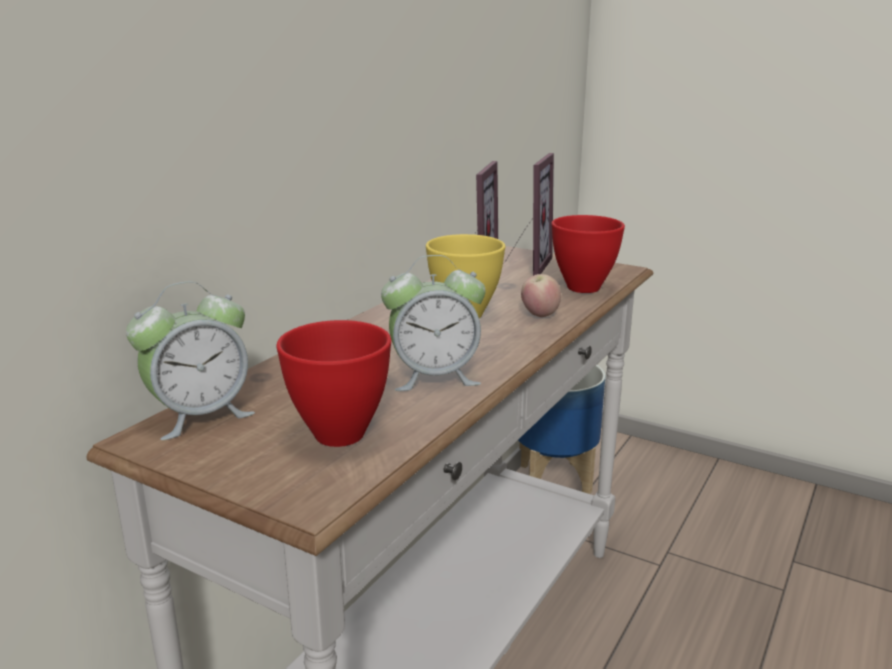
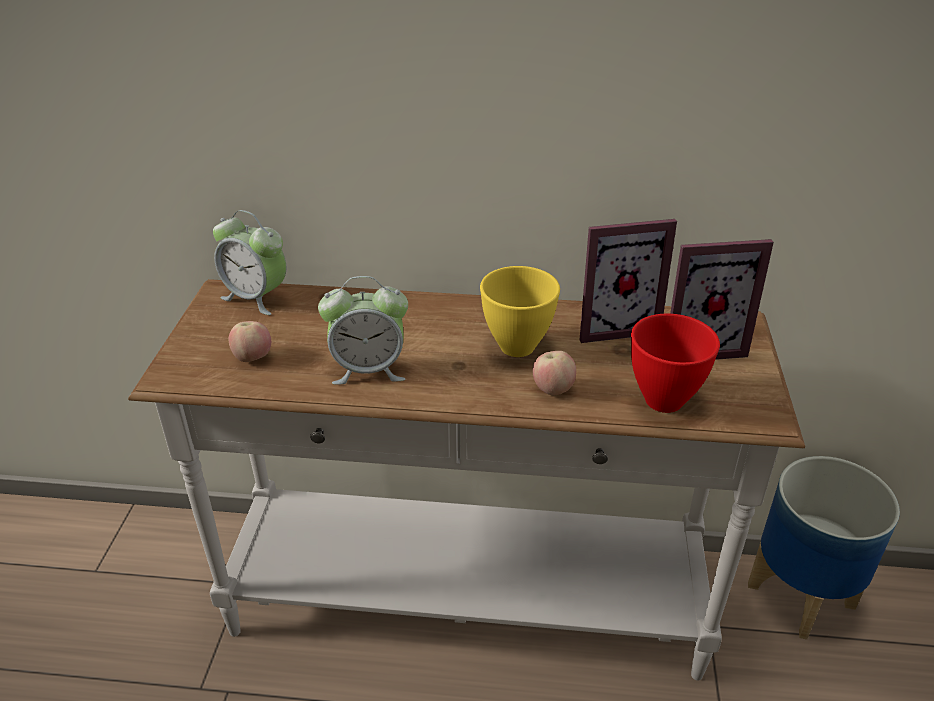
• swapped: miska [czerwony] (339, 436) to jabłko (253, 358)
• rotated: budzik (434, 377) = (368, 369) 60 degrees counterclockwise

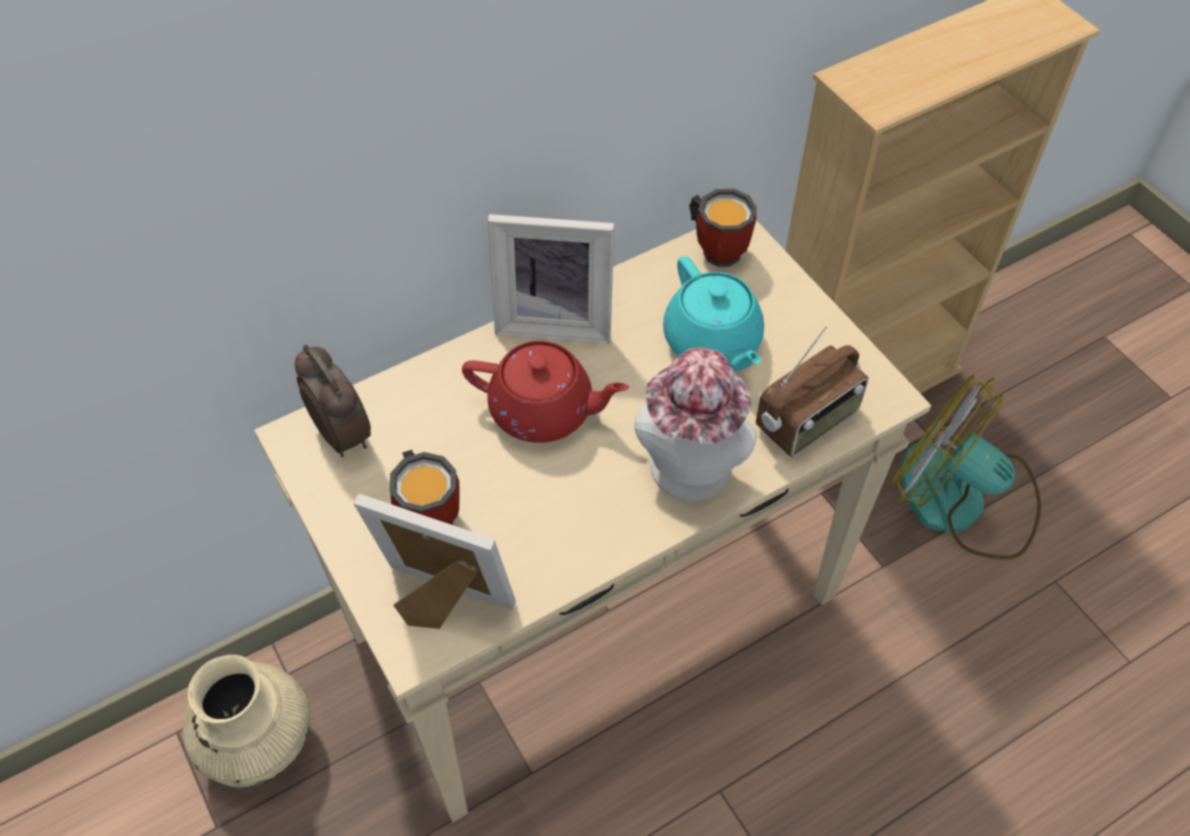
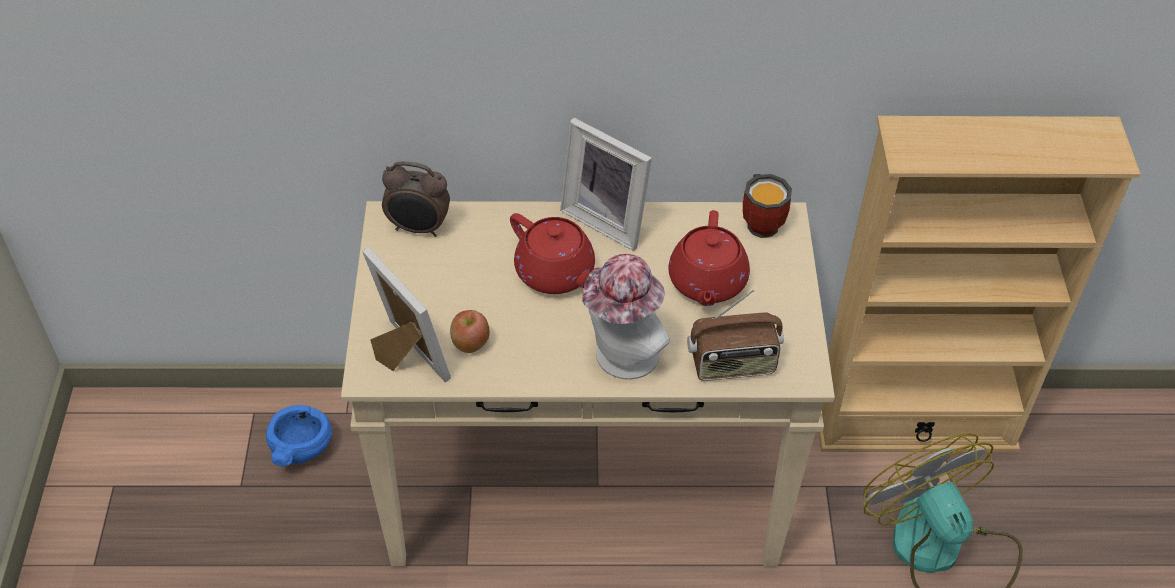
• swapped: wazon [beżowy] (259, 743) to miska [niebieski] (300, 447)
• rotated: budzik (344, 433) = (418, 228) 105 degrees clockwise
• gone: kubek (431, 510)
• repainted: imbryk [turkusowy] (713, 342) to imbryk [czerwony] (707, 283)
• new: jabłko (470, 344)

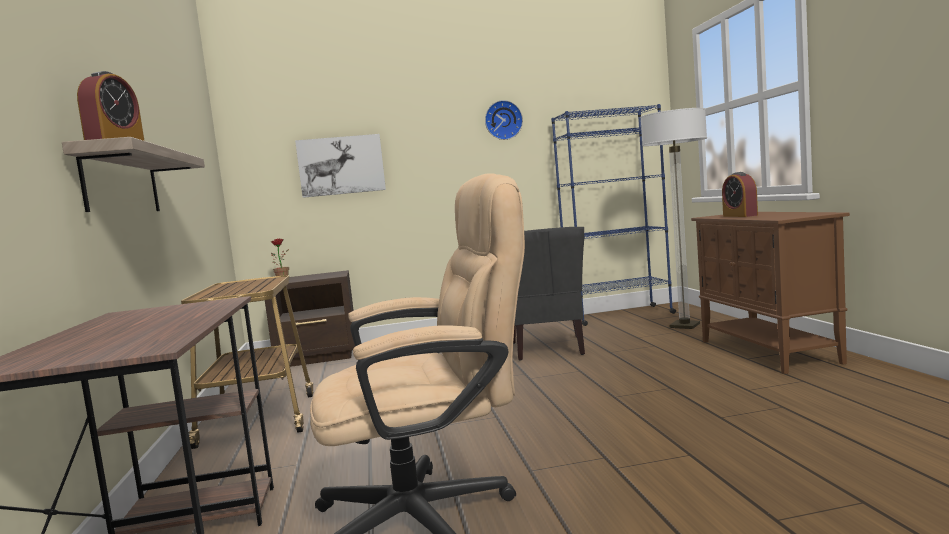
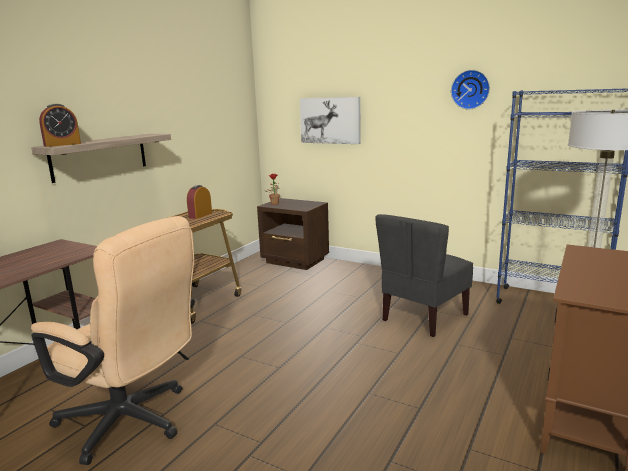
• shifted: budzik (740, 216) to (200, 215)

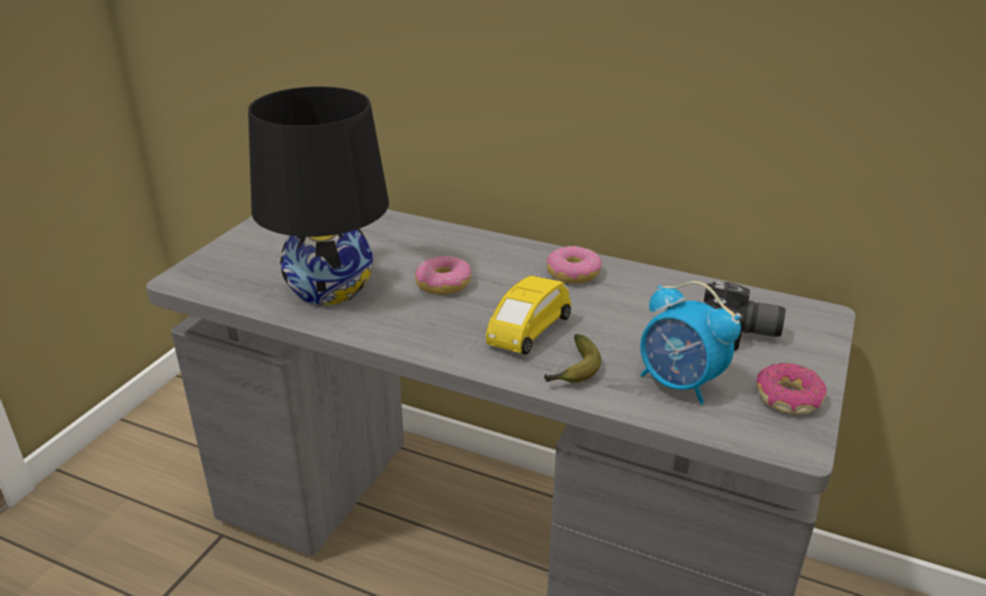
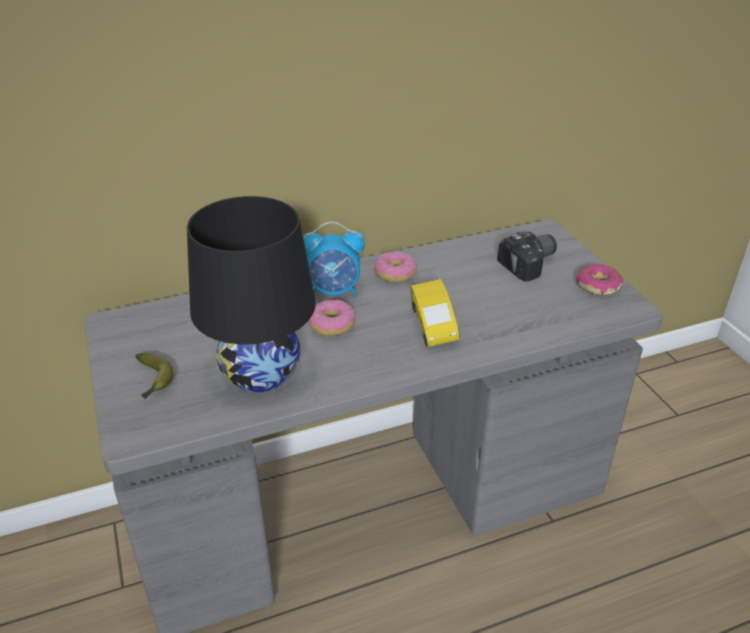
• shifted: banan (573, 370) to (153, 381)
• shifted: budzik (679, 384) to (334, 291)

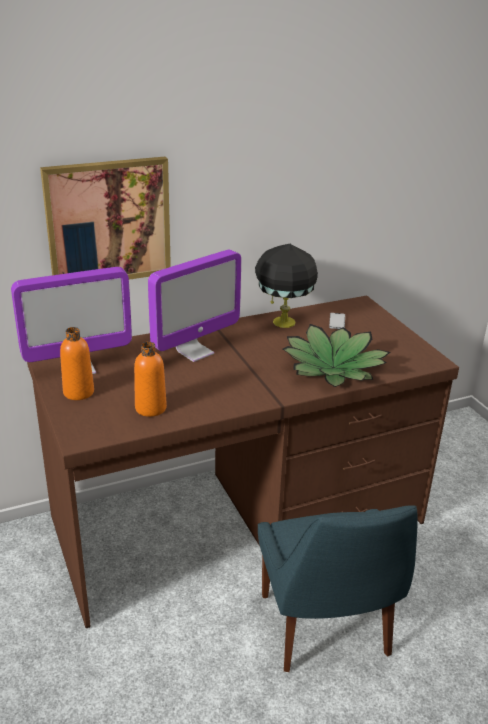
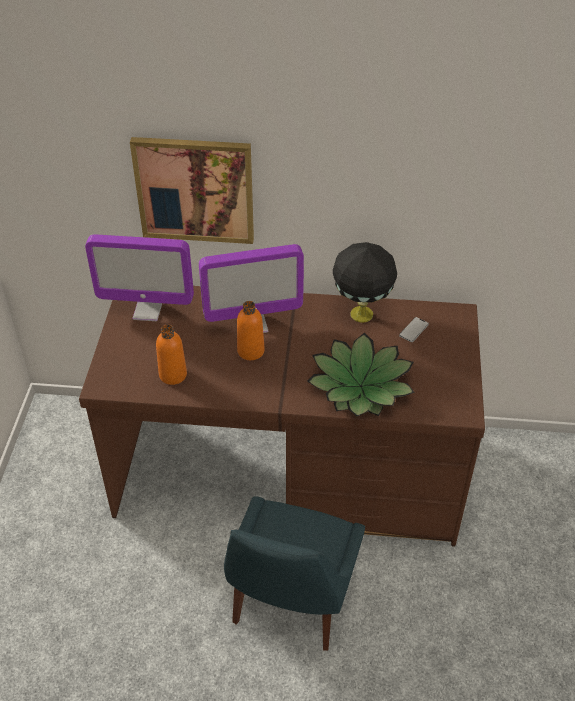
• shifted: butelka [pomarańczowy] (78, 392) to (250, 351)

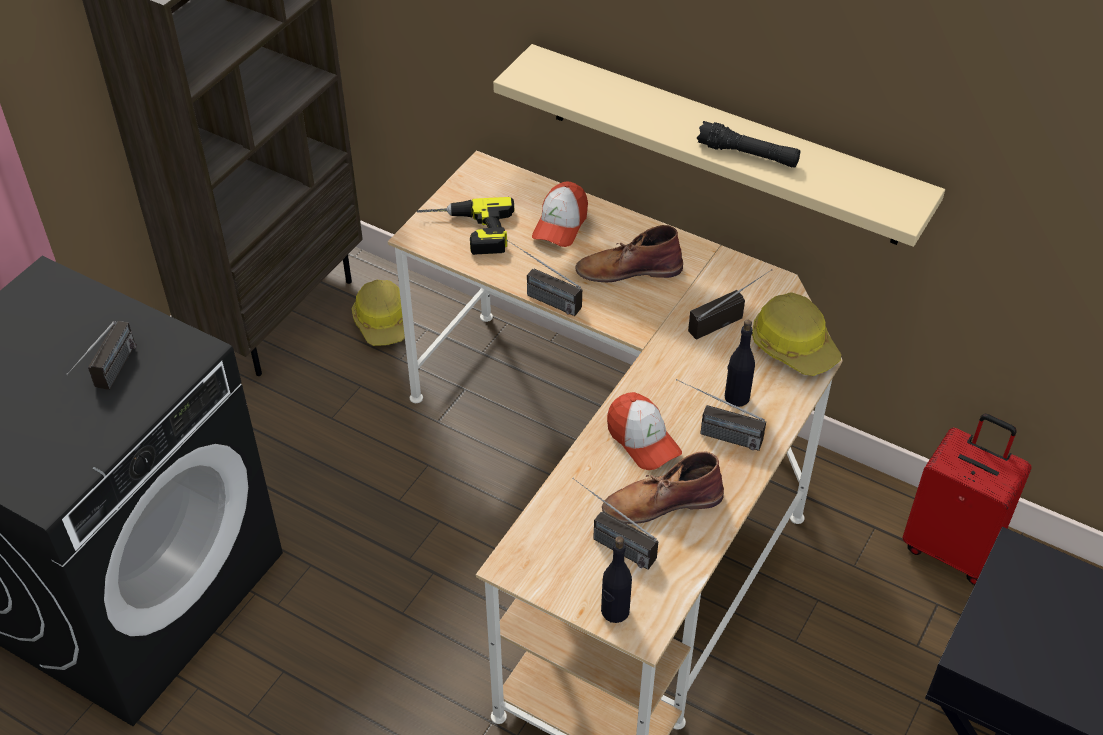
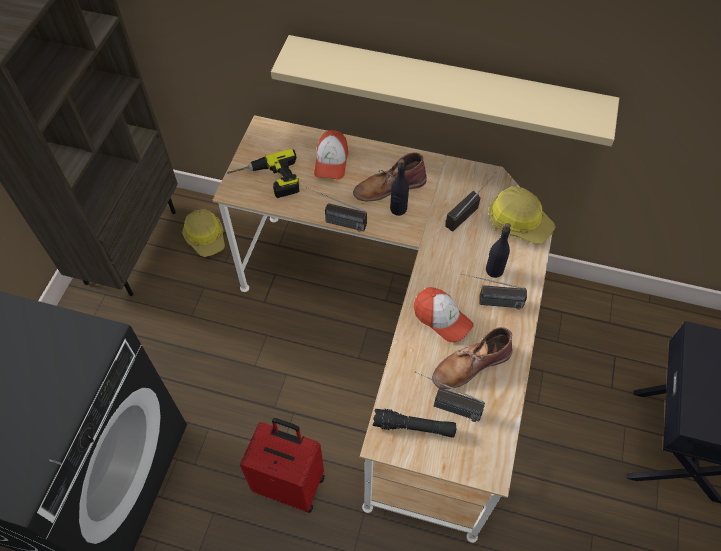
• gone: radio (110, 378)
• shifted: butelka [czarny] (614, 611) to (398, 209)
• shifted: latarka [czarny] (747, 154) to (414, 427)
• shifted: walizka [czerwony] (951, 548) to (291, 483)

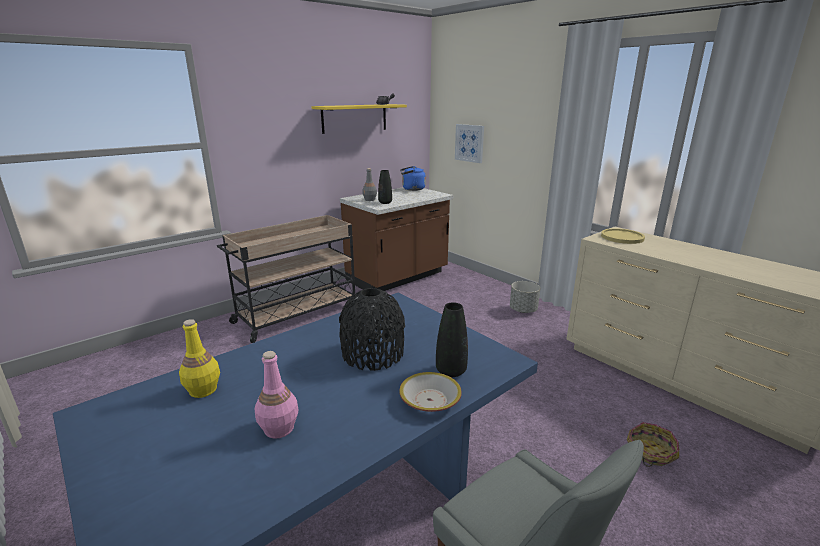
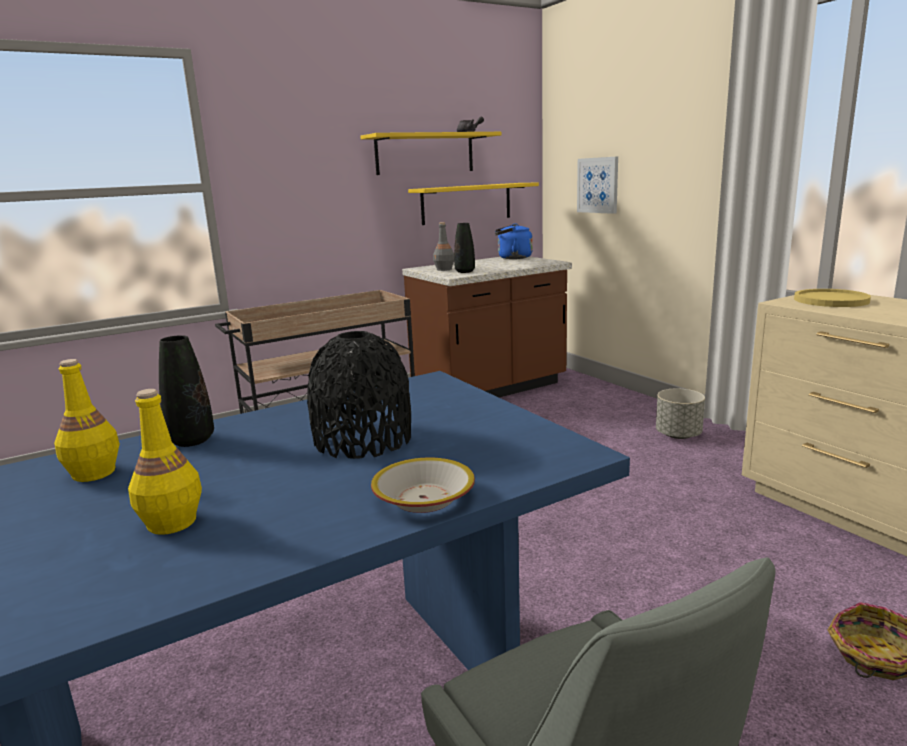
• repainted: butelka [różowy] (279, 429) to butelka [żółty] (171, 523)
• shifted: wazon [czarny] (451, 371) to (191, 440)
• new: półka [żółty] (466, 203)

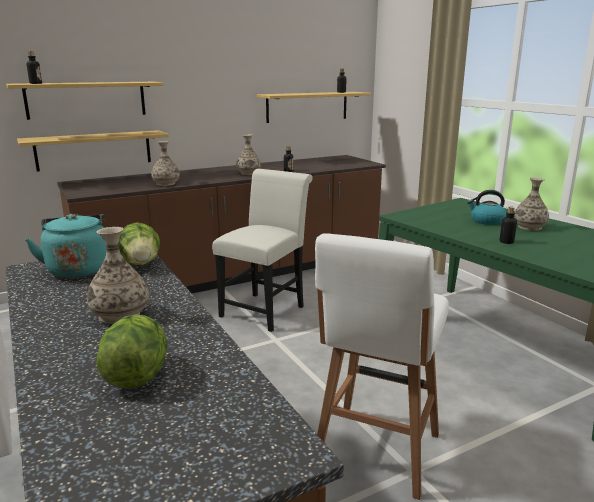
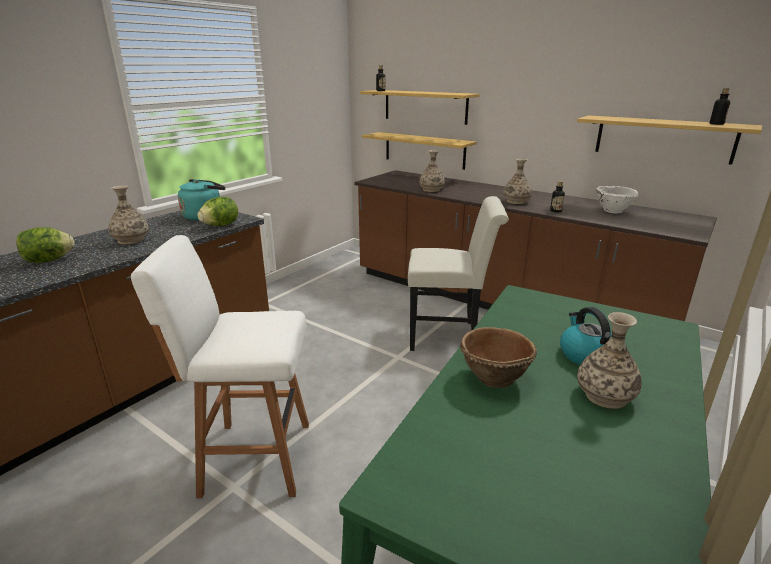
• swapped: butelka (506, 242) to miska [brązowy] (493, 377)
• new: miska [biały] (613, 210)

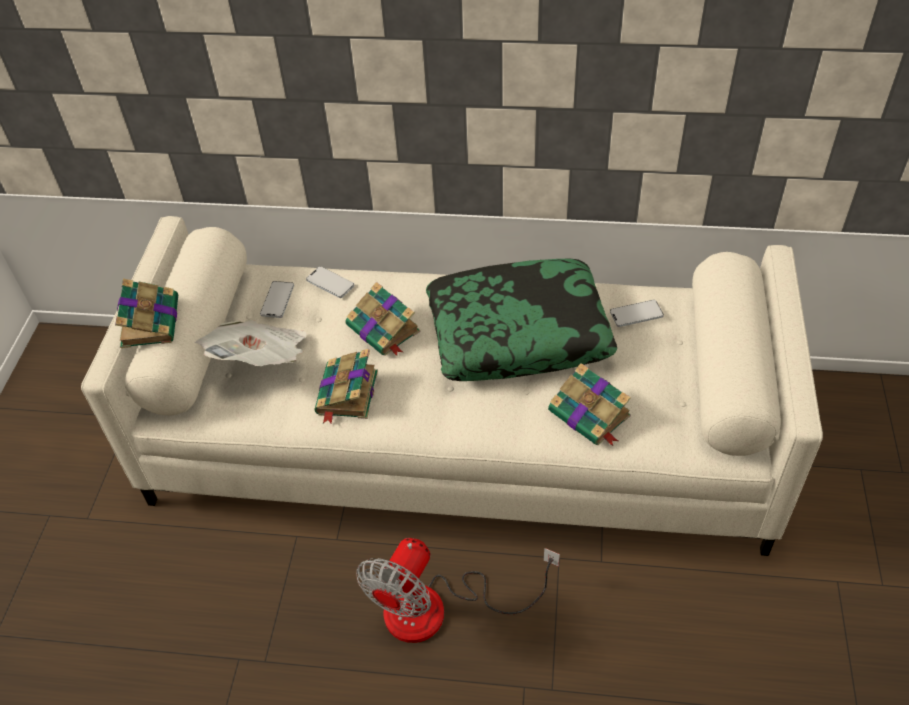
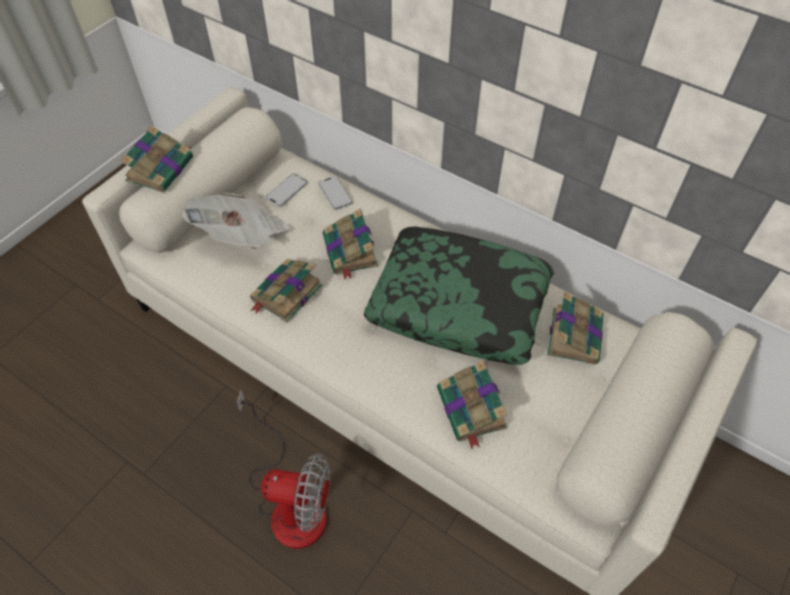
• rotated: wentylator (437, 609) = (290, 502) 135 degrees counterclockwise
• swapped: telefon (636, 314) to książka (574, 334)

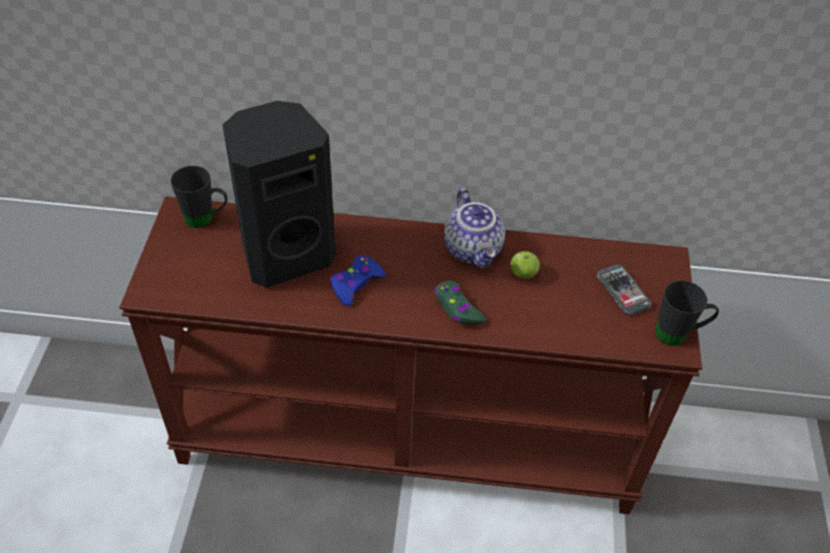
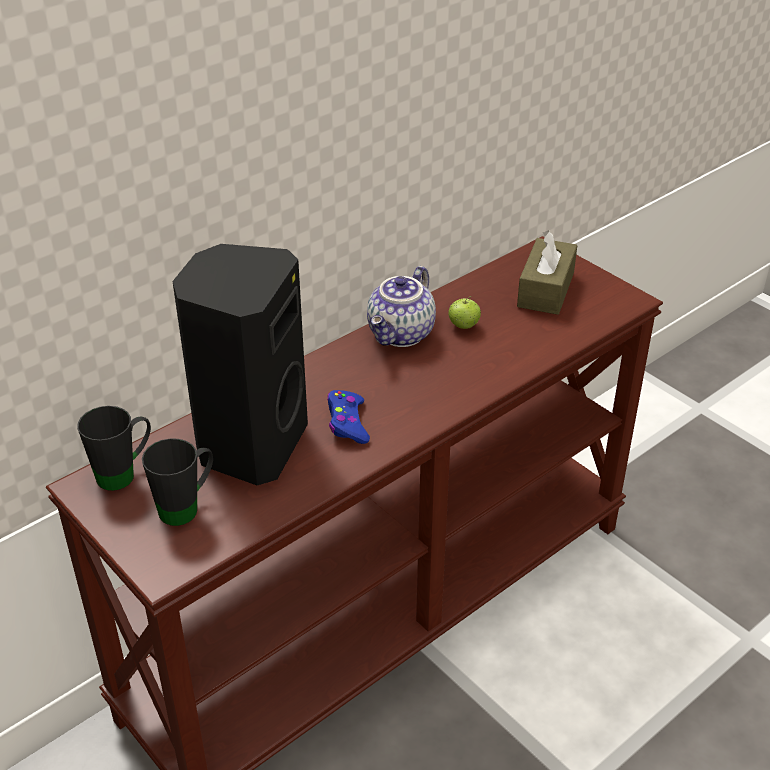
• gone: pad do gier [zielony] (457, 308)
• rotated: imbryk (474, 250) = (402, 334) 90 degrees clockwise
• swapped: telefon (623, 291) to pudełko chusteczek [brązowy] (546, 289)
• shifted: kubek [czarny] (678, 334) to (187, 507)

